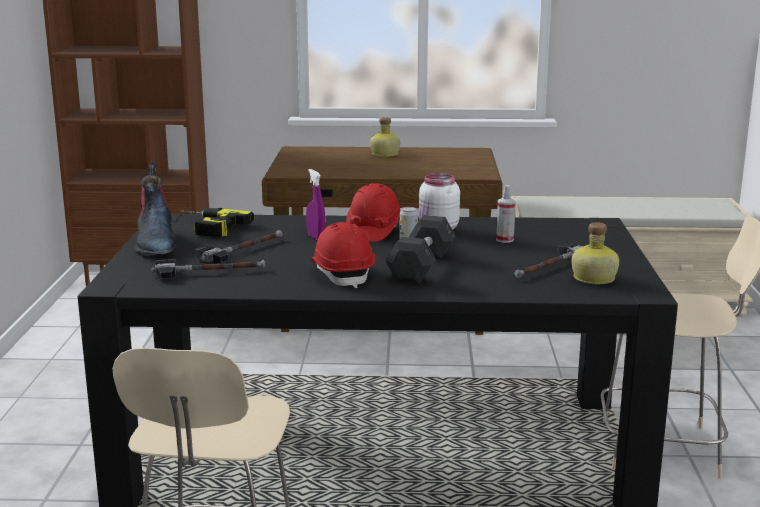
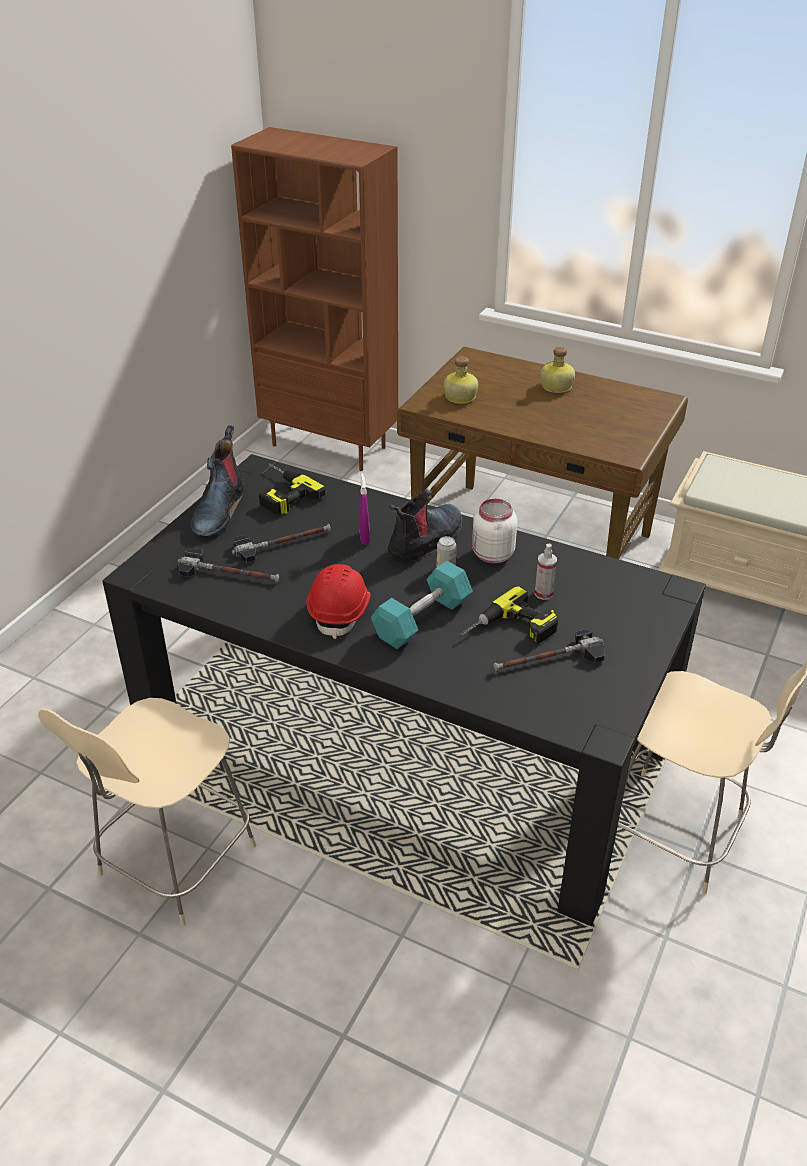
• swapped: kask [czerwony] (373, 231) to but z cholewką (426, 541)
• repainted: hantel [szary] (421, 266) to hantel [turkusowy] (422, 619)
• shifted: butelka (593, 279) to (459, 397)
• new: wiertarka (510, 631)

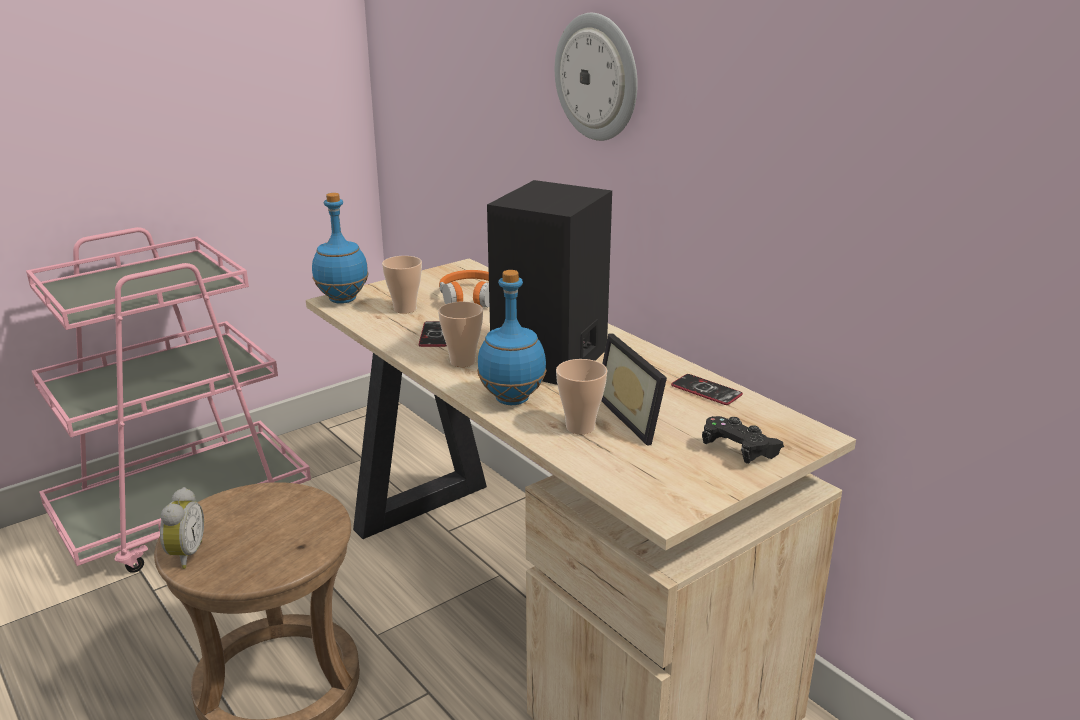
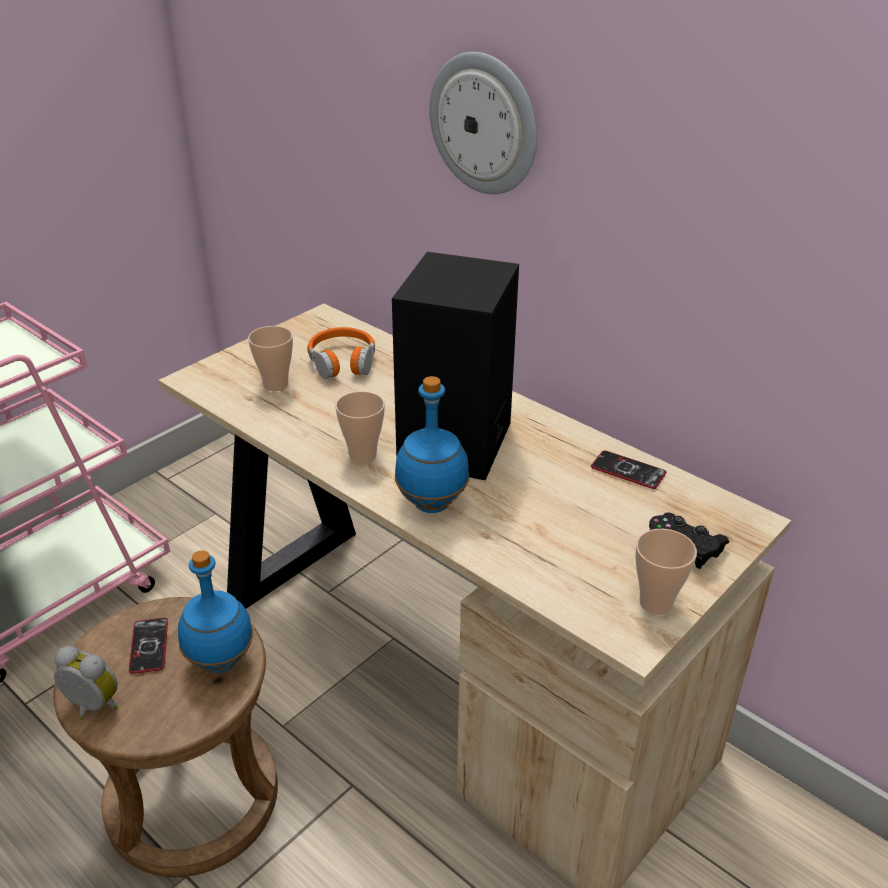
• rotated: budzik (184, 555) = (91, 708) 60 degrees counterclockwise
• shifted: butelka [niebieski] (342, 300) to (220, 662)
• shifted: telefon (435, 335) to (149, 646)
• shifted: filiżanka (580, 427) to (656, 603)
• gone: ramka na zdjęcie (638, 416)

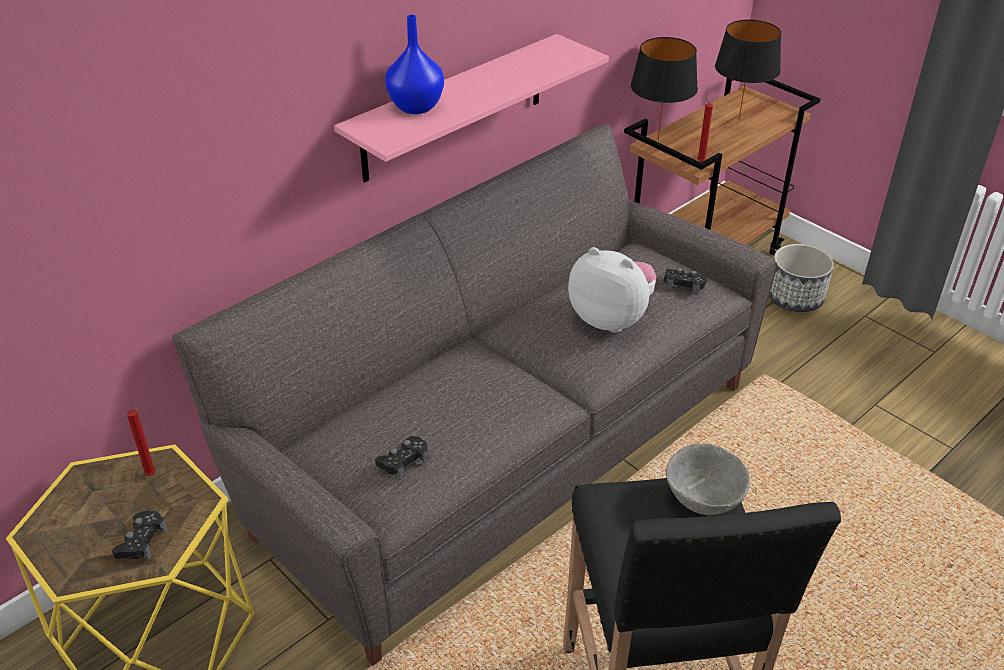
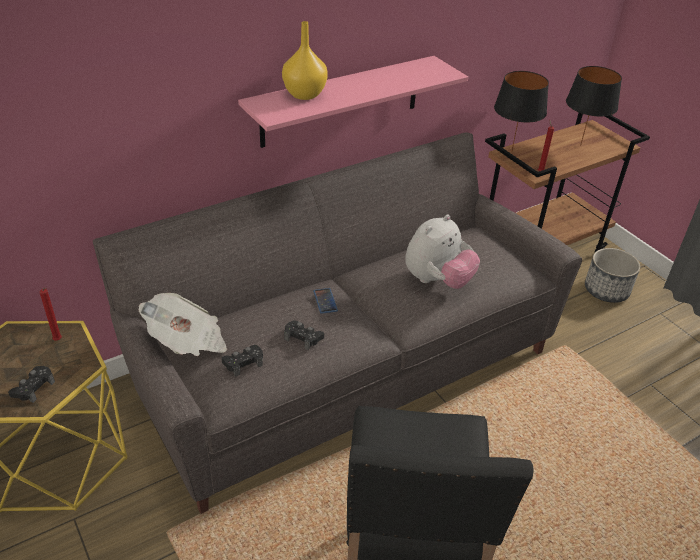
• repainted: wazon [niebieski] (415, 107) to wazon [żółty] (303, 94)
• rotated: pluszak (611, 318) = (437, 281) 90 degrees clockwise
• shifted: pad do gier [czarny] (684, 285) to (303, 337)
• gone: miska [szary] (703, 498)
• new: gazeta (187, 341)
• new: telefon (325, 301)

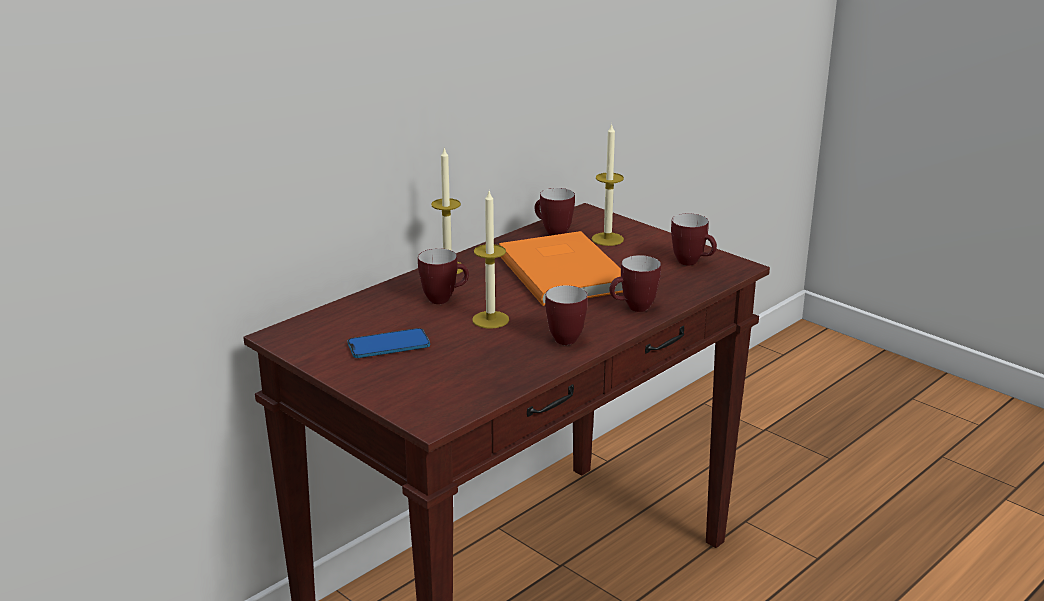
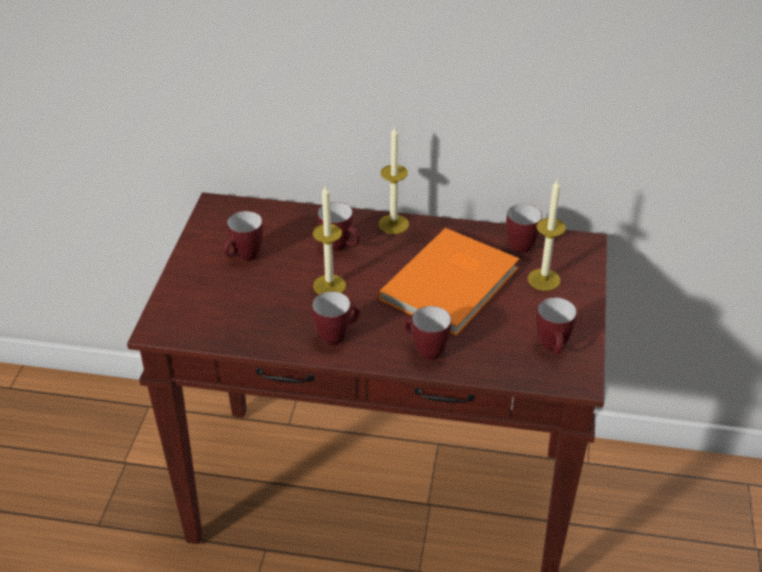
• swapped: telefon (388, 345) to kubek (244, 258)

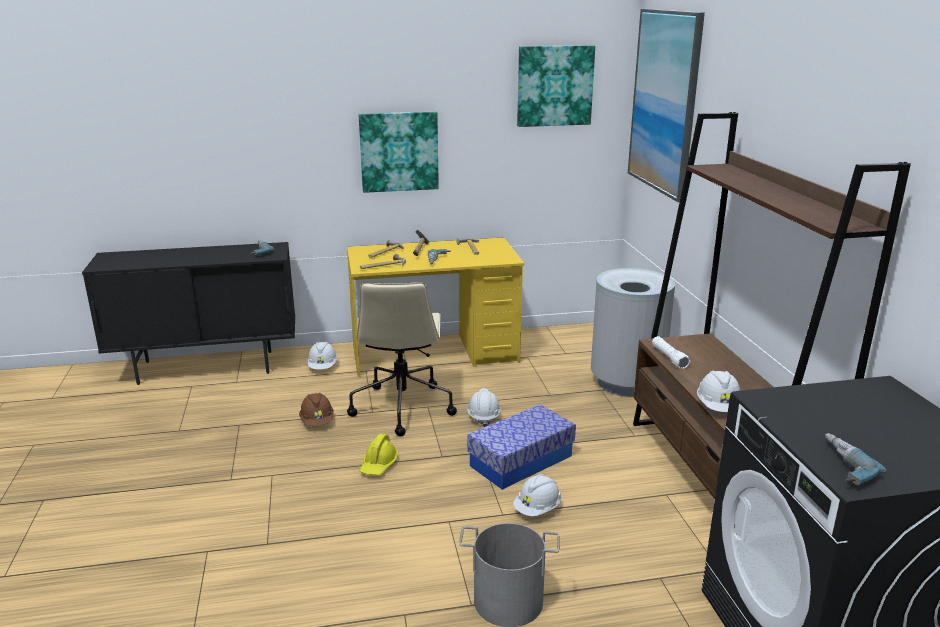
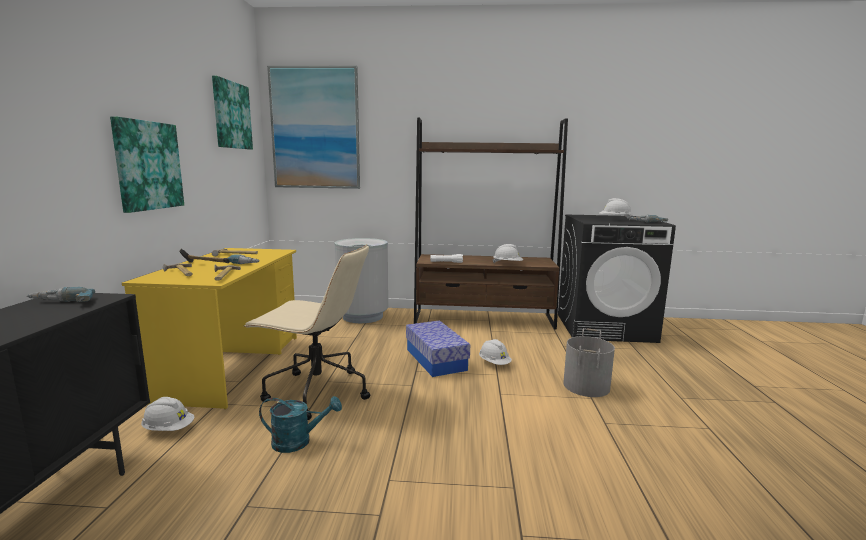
• swapped: kask [brązowy] (317, 421) to konewka [turkusowy] (298, 442)
• gone: kask [żółty] (379, 465)
• shifted: kask [biały] (483, 417) to (614, 219)

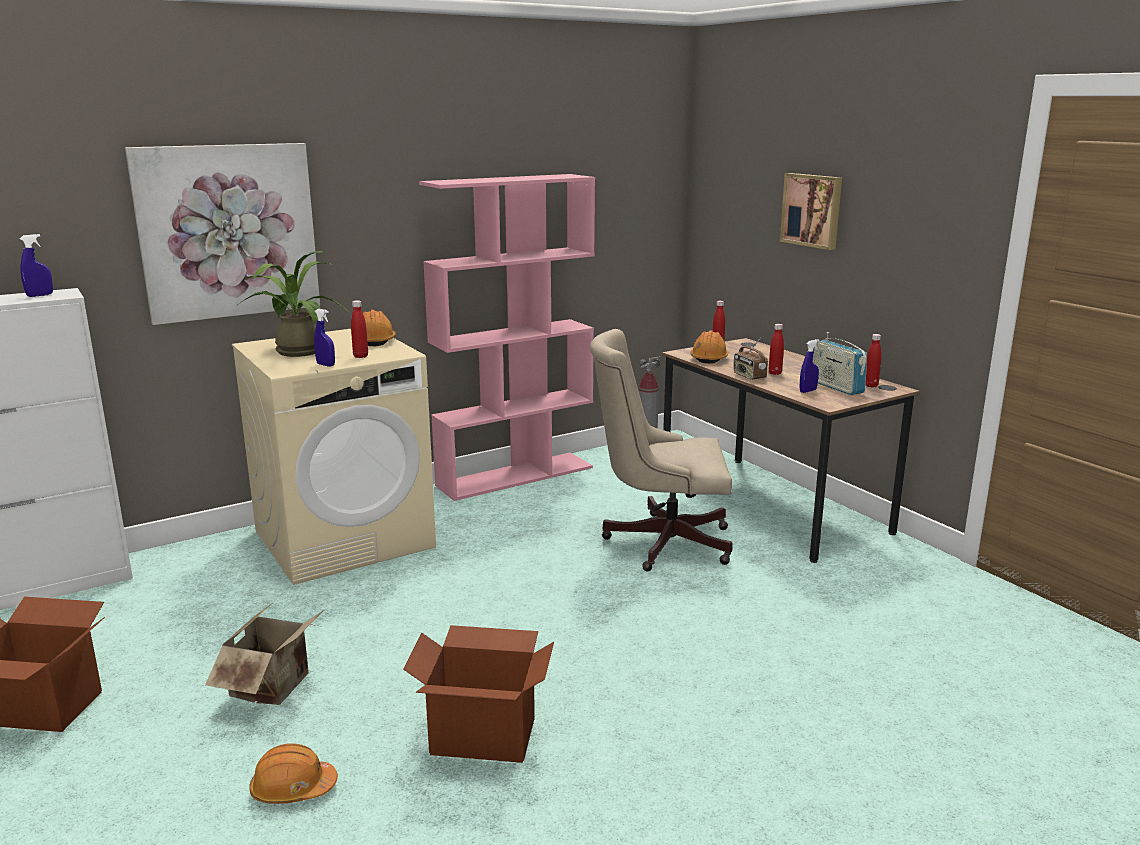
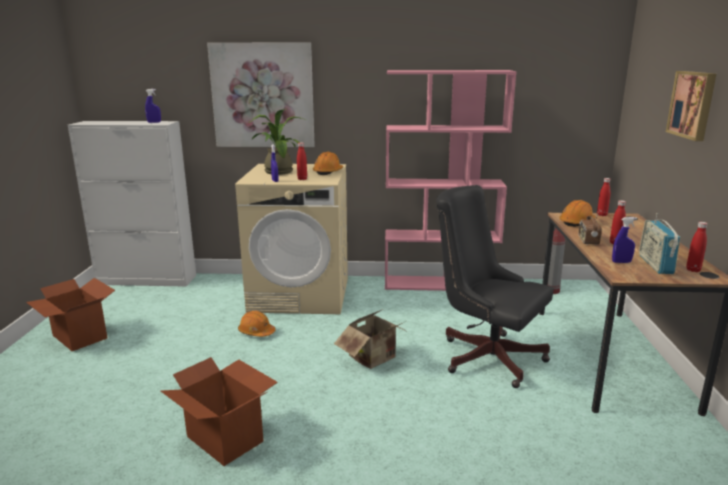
• shifted: karton (277, 686) to (375, 359)
• shifted: kask [pomarańczowy] (293, 788) to (256, 332)
• repainted: krzesło biurowe [beżowy] (660, 541) to krzesło biurowe [czarny] (486, 355)

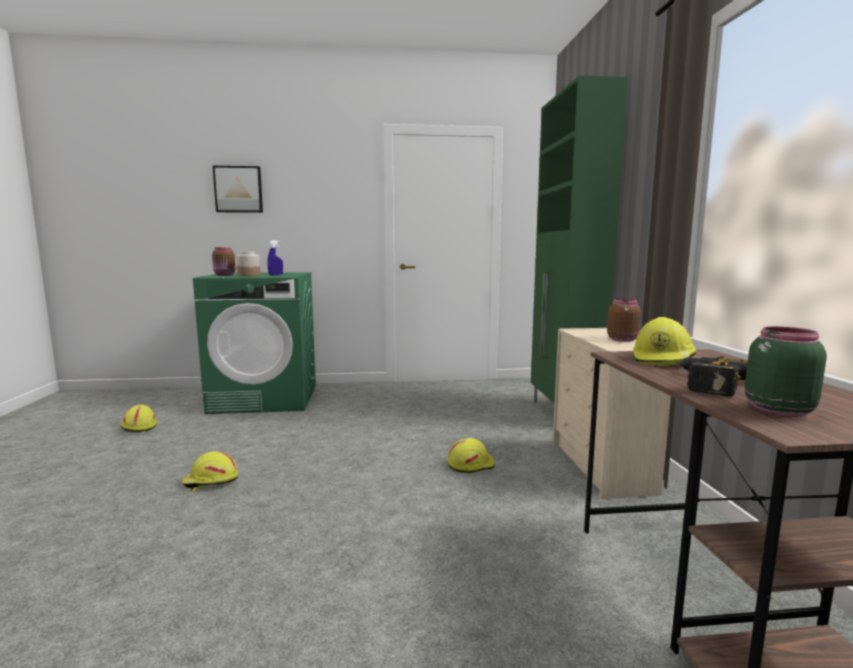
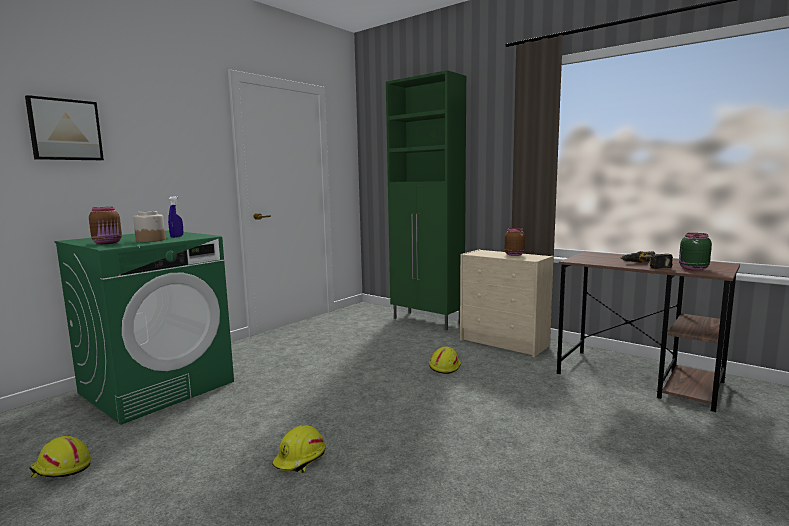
• gone: kask [żółty] (663, 360)

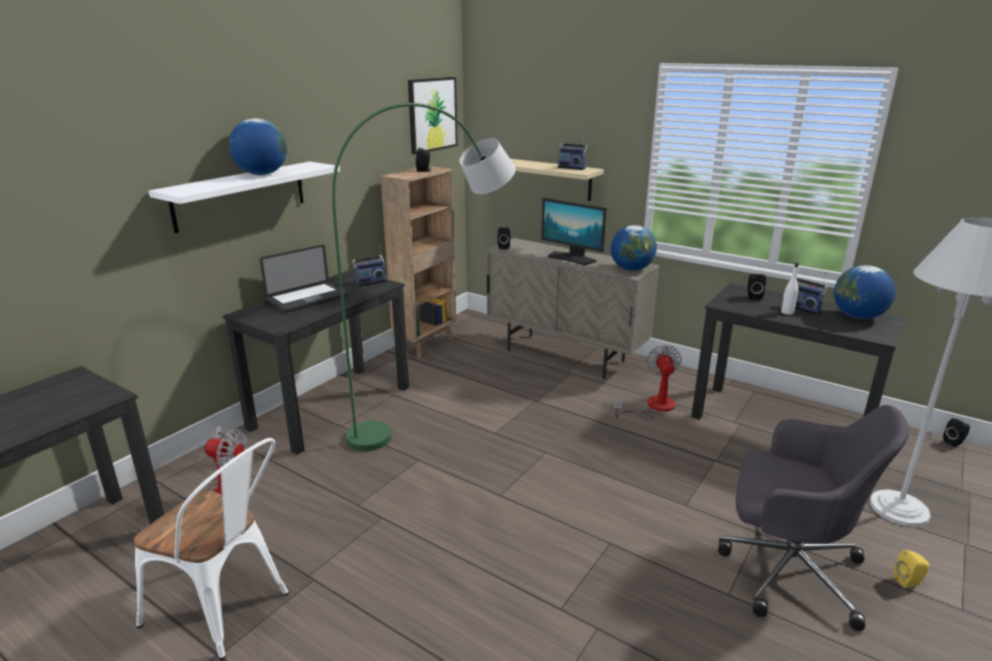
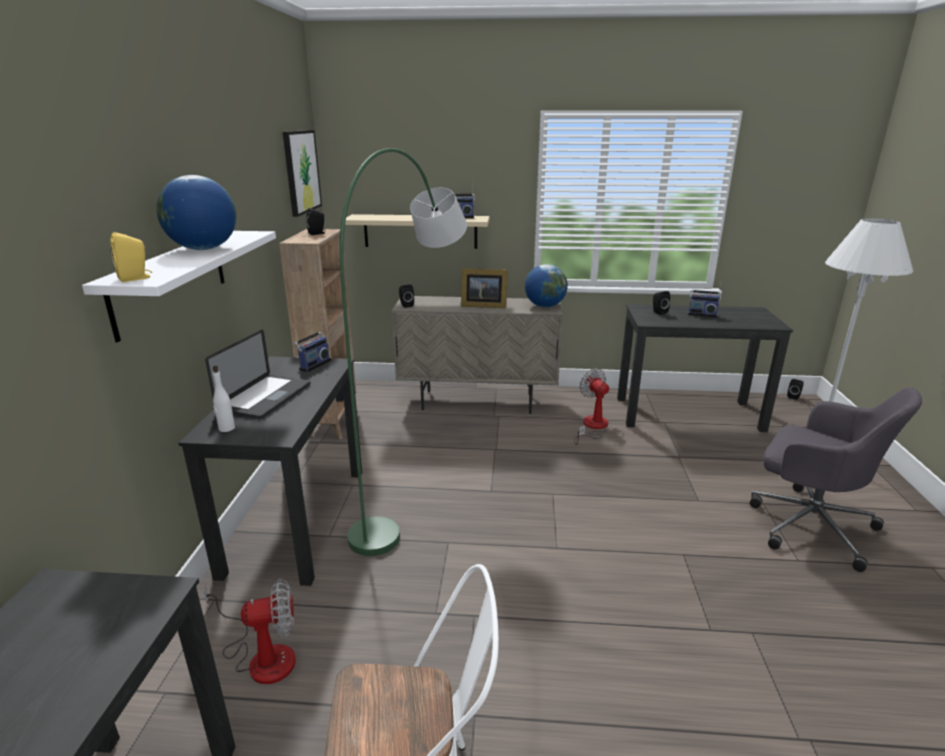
• swapped: monitor (571, 258) to ramka na zdjęcie (482, 305)
• rotated: krzesło biurowe [szary] (787, 569) = (808, 524) 45 degrees clockwise
• shifted: butelka [biały] (787, 312) to (226, 428)
• gone: globus (857, 317)
• shifted: głośnik [żółty] (909, 582) to (136, 278)

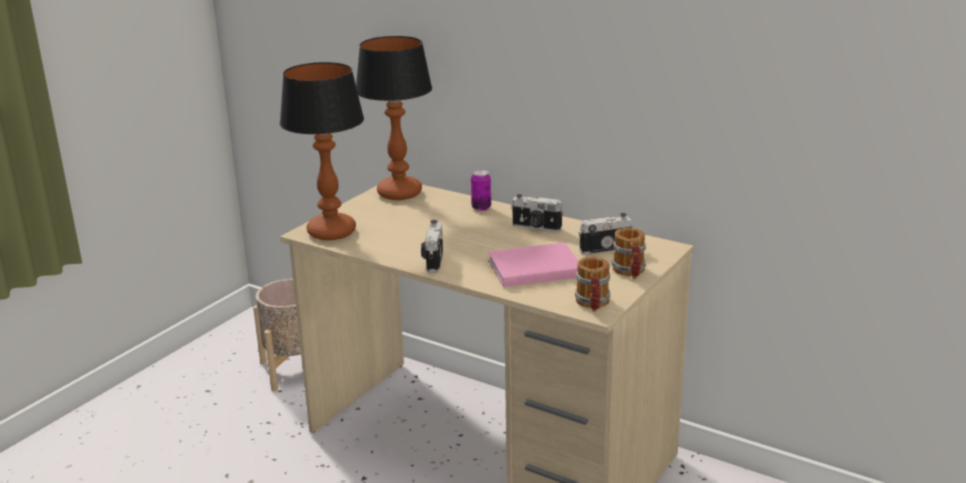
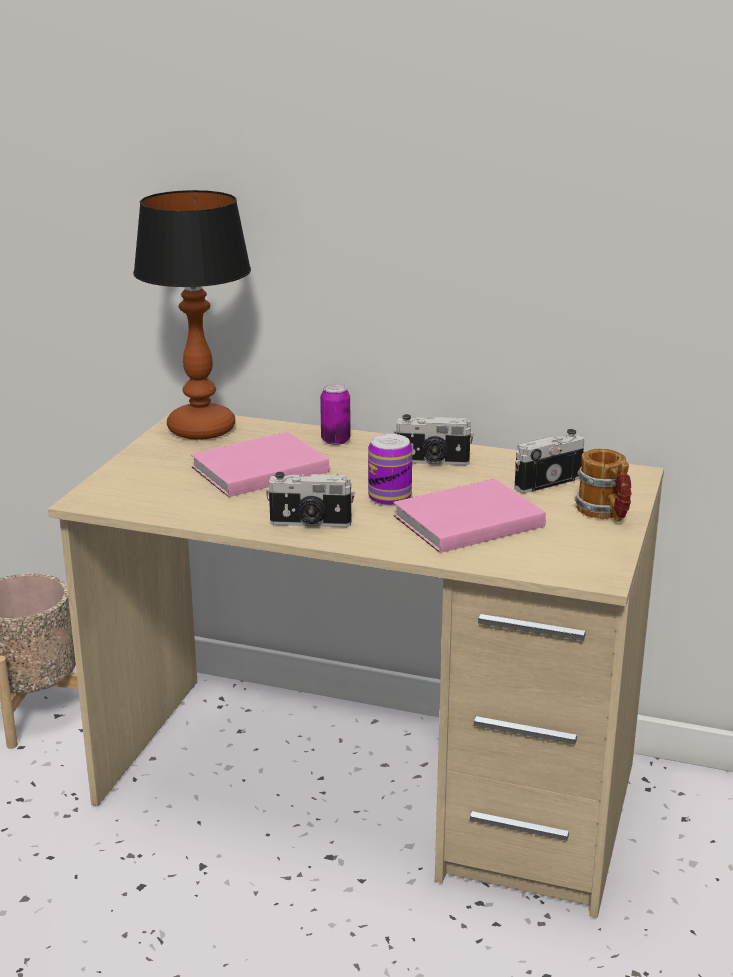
• gone: lampa stołowa (331, 232)
• rotated: aparat fotograficzny (433, 260) = (310, 523) 75 degrees counterclockwise
• gone: kubek (593, 304)
• new: książka [różowy] (256, 469)
• new: puszka (389, 498)

